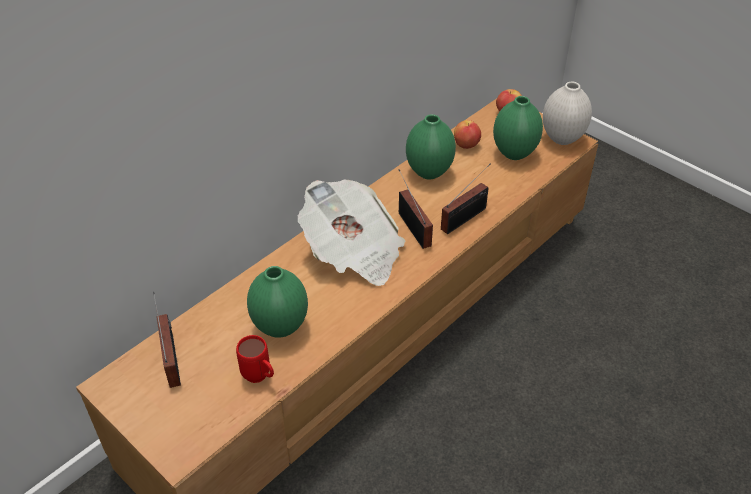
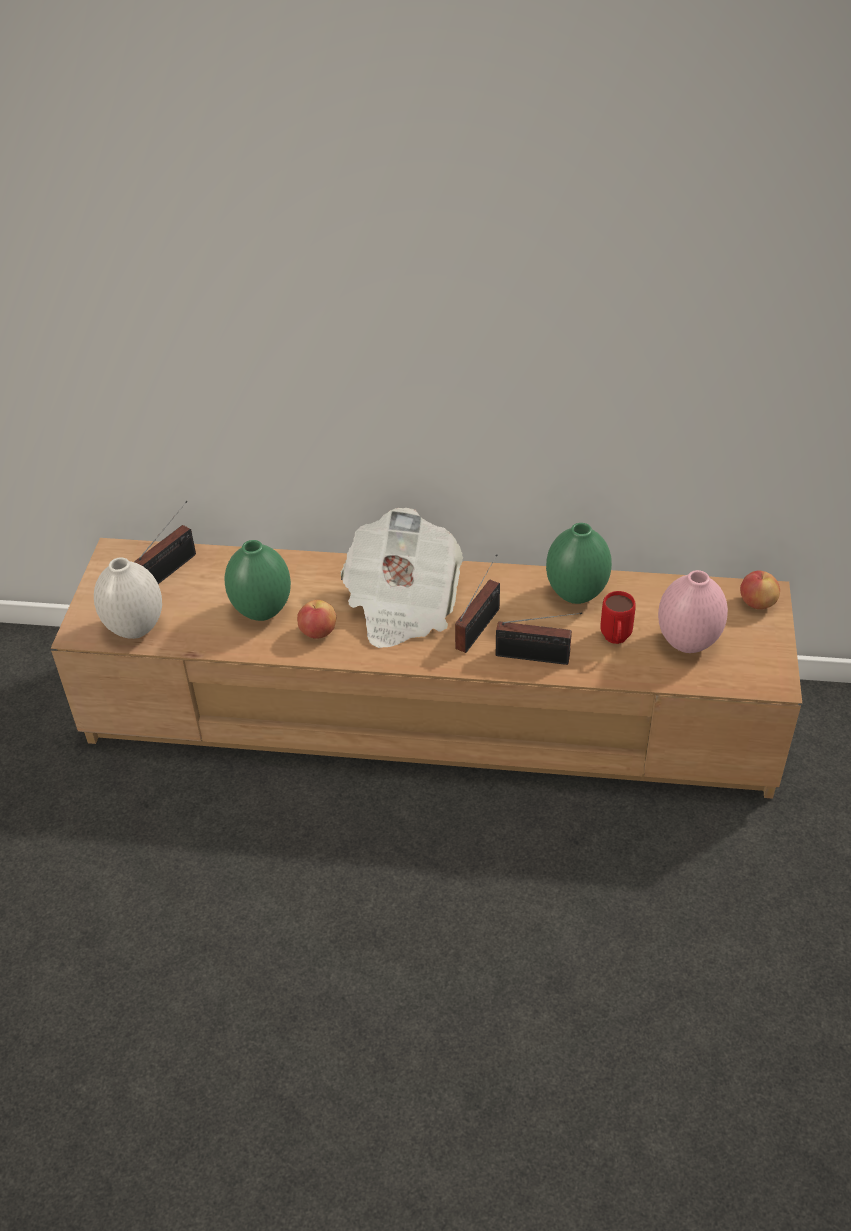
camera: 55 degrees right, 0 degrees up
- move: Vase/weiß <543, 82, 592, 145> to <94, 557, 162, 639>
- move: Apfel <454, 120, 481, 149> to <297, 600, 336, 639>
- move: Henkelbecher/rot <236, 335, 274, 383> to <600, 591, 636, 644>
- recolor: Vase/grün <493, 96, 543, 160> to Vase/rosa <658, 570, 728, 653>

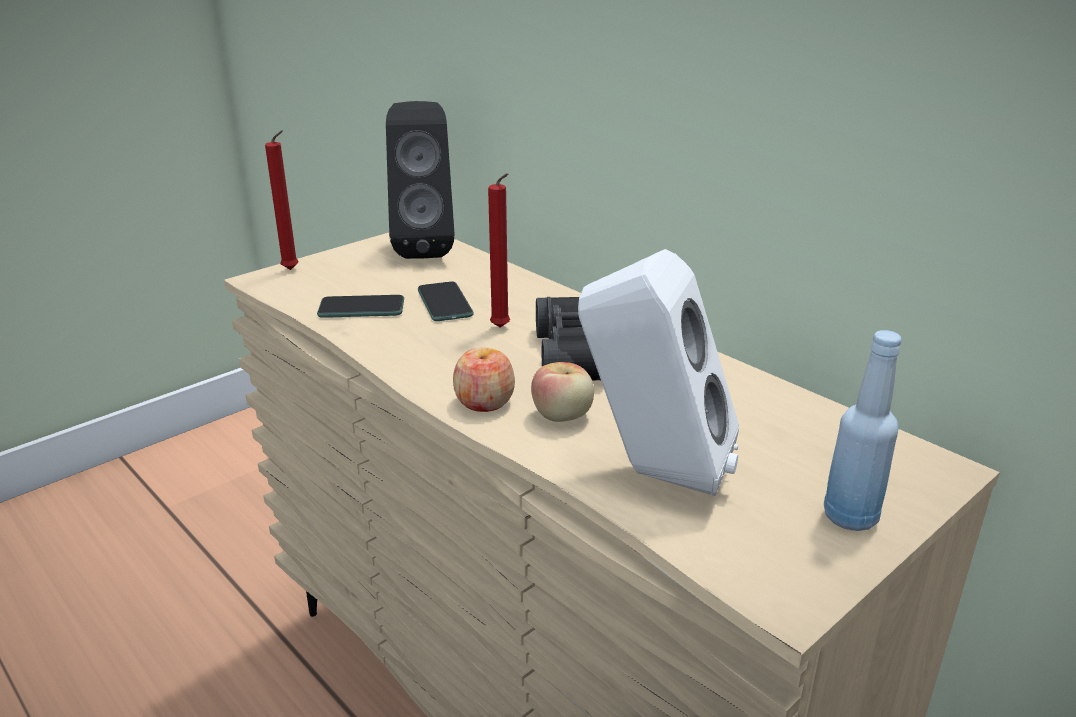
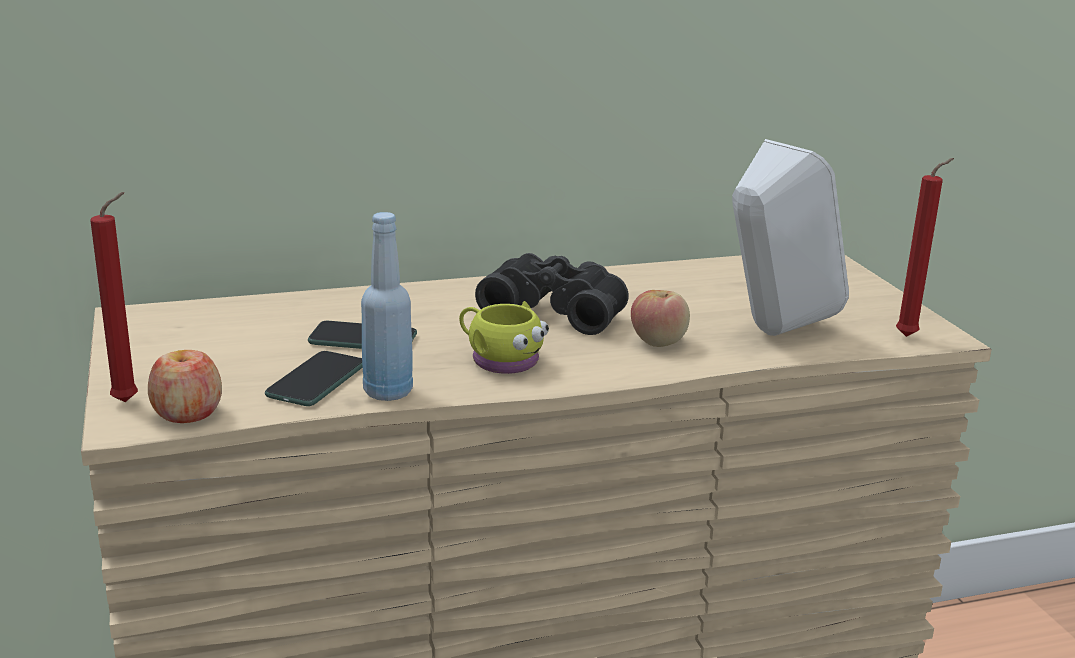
camera: 65 degrees left, 5 degrees down
- move: Apfel <453, 347, 515, 412> to <148, 350, 222, 423>
- move: Flasche/blau <824, 330, 902, 531> to <361, 212, 413, 401>
- insert: Henkelbecher/gelb <459, 301, 549, 374>
- move: Kerze/rot <488, 173, 510, 328> to <896, 158, 954, 337>
- delete: Lautsprecher/schwarz <386, 101, 455, 259>

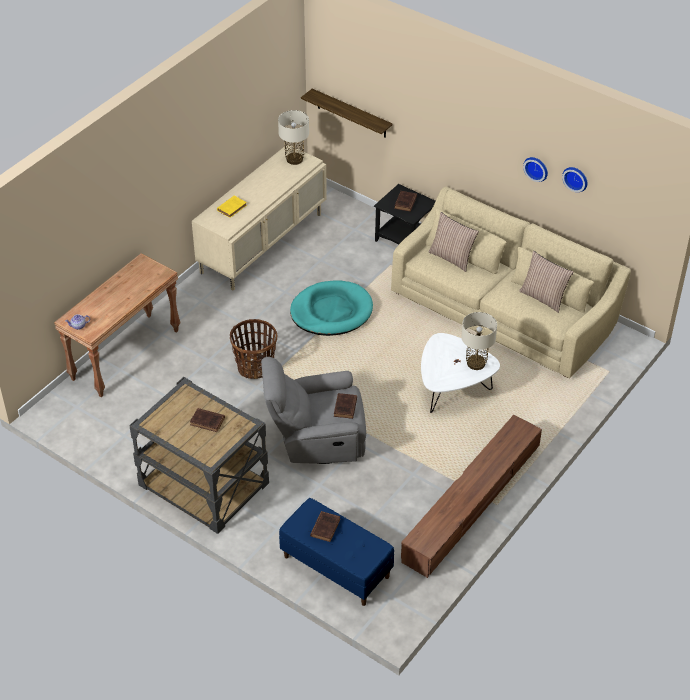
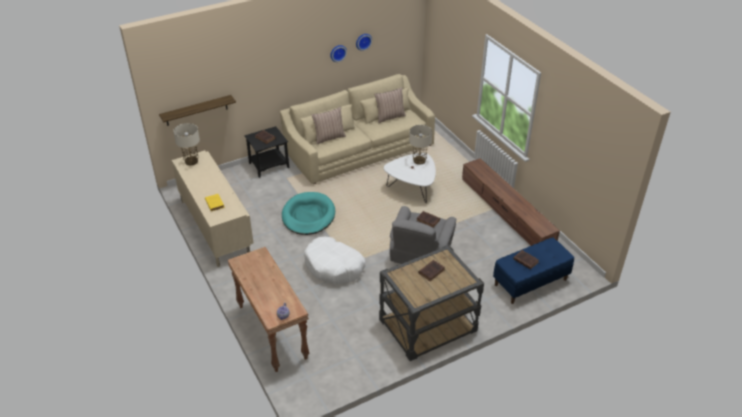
camera: 65 degrees left, 5 degrees down
- replace: Korb <230, 319, 277, 379> to Hundebett/weiß <304, 237, 366, 285>

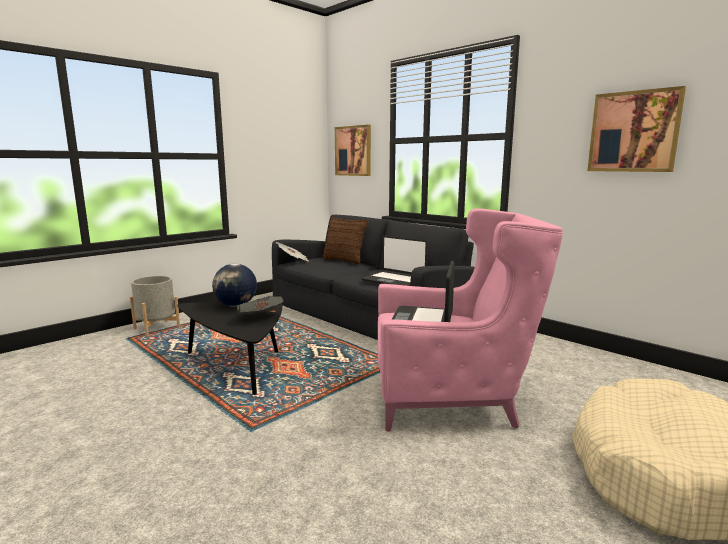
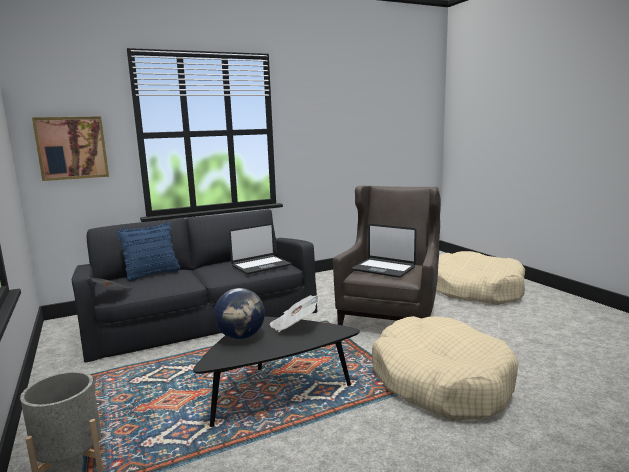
camera: 70 degrees left, 0 degrees up
- recolor: Kissen/braun <323, 217, 368, 264> to Kissen/blau <117, 222, 180, 281>
- recolor: Sessel/rosa <378, 208, 563, 432> to Sessel/grau <333, 186, 441, 325>
- insert: Hundebett/beige <372, 316, 519, 420>
- delete: Bild <587, 86, 686, 172>

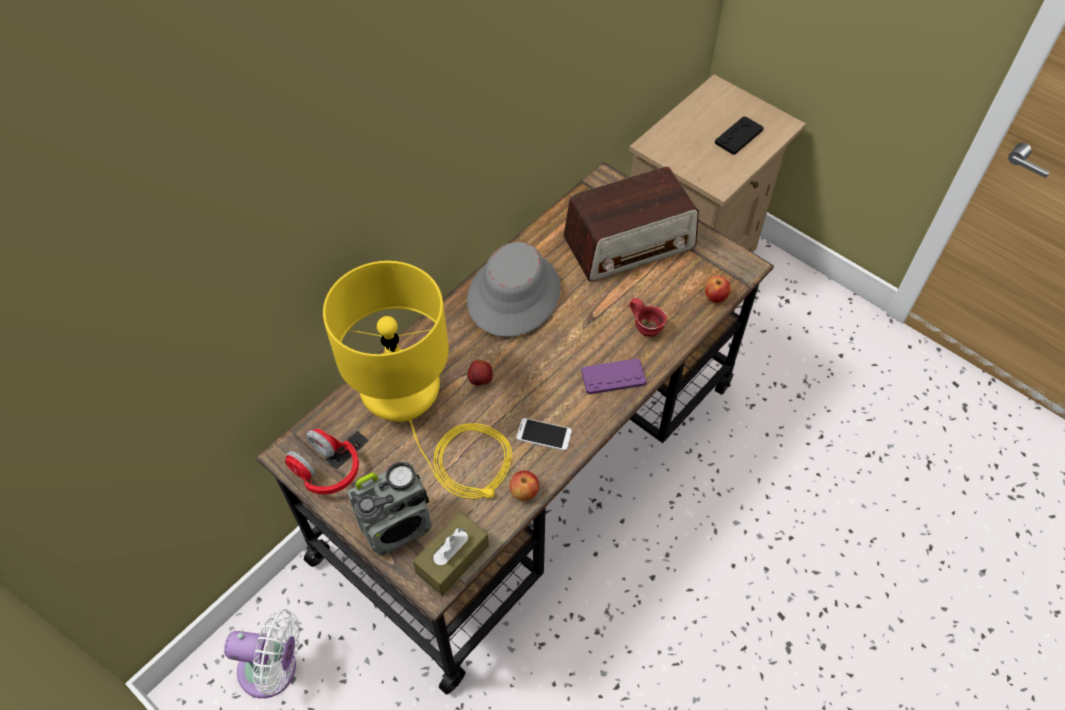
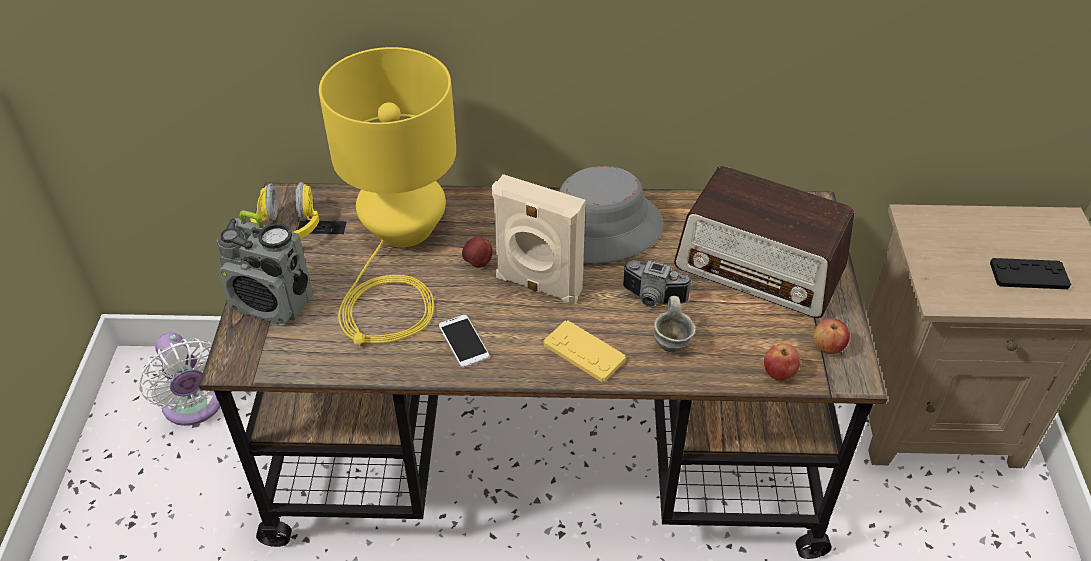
camera: 50 degrees right, 10 degrees down
- recolor: Kopfhörer/rot <285, 429, 359, 494> to Kopfhörer/gelb <251, 182, 319, 239>
- insert: Lautsprecher/beige <492, 174, 586, 304>
- recolor: Gamepad/lila <581, 358, 646, 394> to Gamepad/gelb <544, 320, 626, 382>
- insert: Kamera <623, 260, 692, 307>
- recolor: Henkelbecher/rot <630, 298, 667, 337> to Henkelbecher/grau <654, 296, 695, 352>
- move: Apfel <509, 470, 539, 500> to <813, 318, 850, 354>
- delete: Taschentuchbox/braun <413, 512, 489, 595>

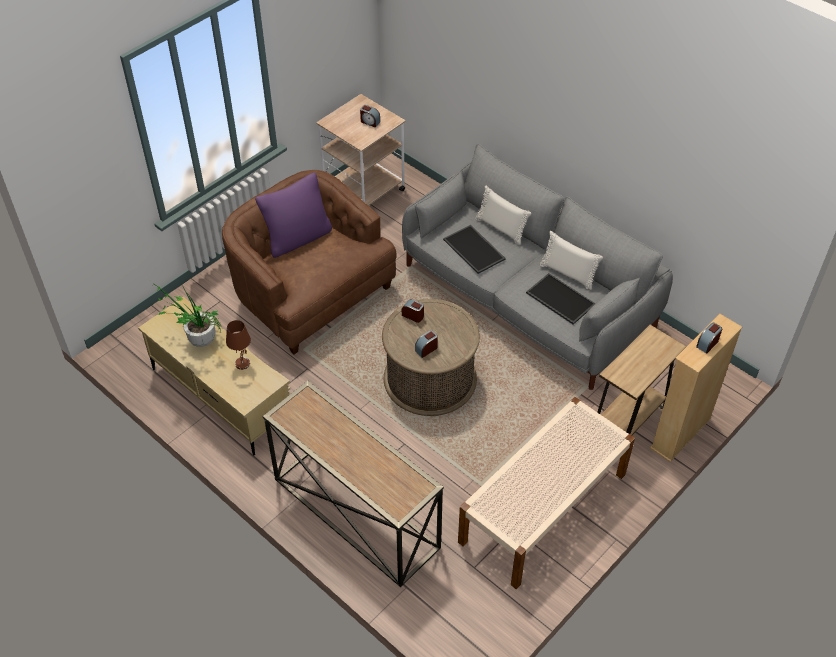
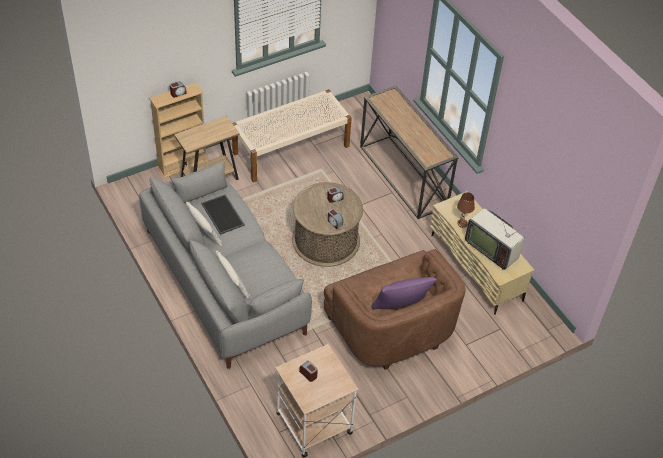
camera: 165 degrees left, 0 degrees up
- replace: Topfpflanze <151, 281, 222, 347> to Fernseher <465, 209, 525, 270>
- delete: Tablett <443, 225, 506, 274>

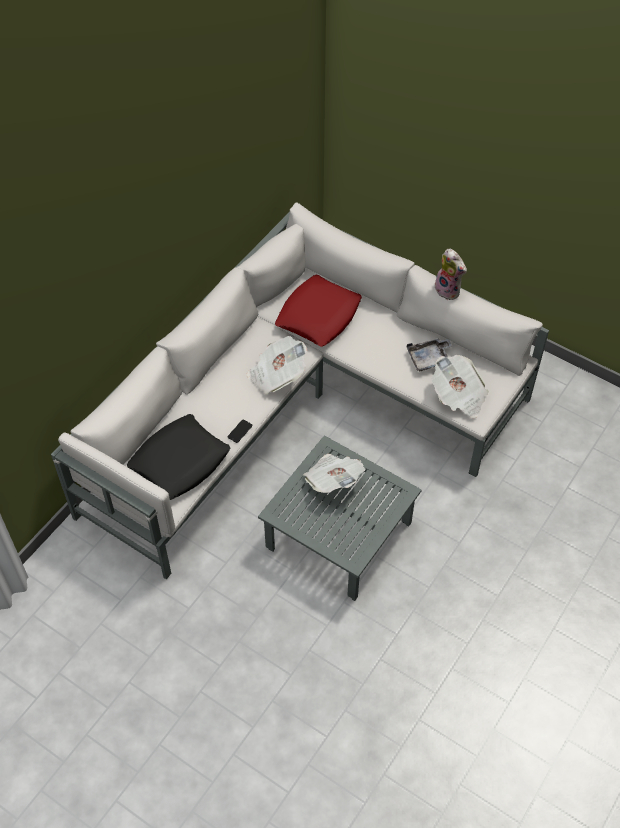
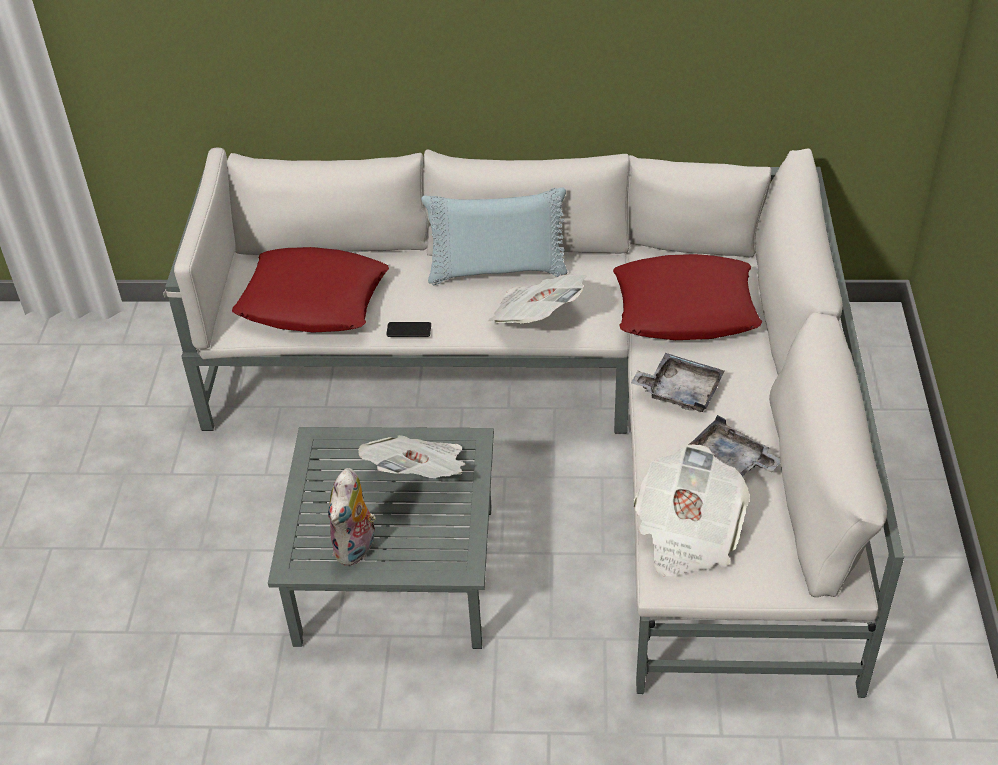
camera: 60 degrees right, 10 degrees down
- recolor: Kissen/schwarz <127, 414, 230, 500> to Kissen/rot <232, 247, 389, 333>
- move: Plüschtier <435, 249, 467, 300> to <328, 468, 377, 566>
- insert: Kissen/blau <421, 187, 567, 286>
- insert: Tablett/grau <631, 353, 724, 412>

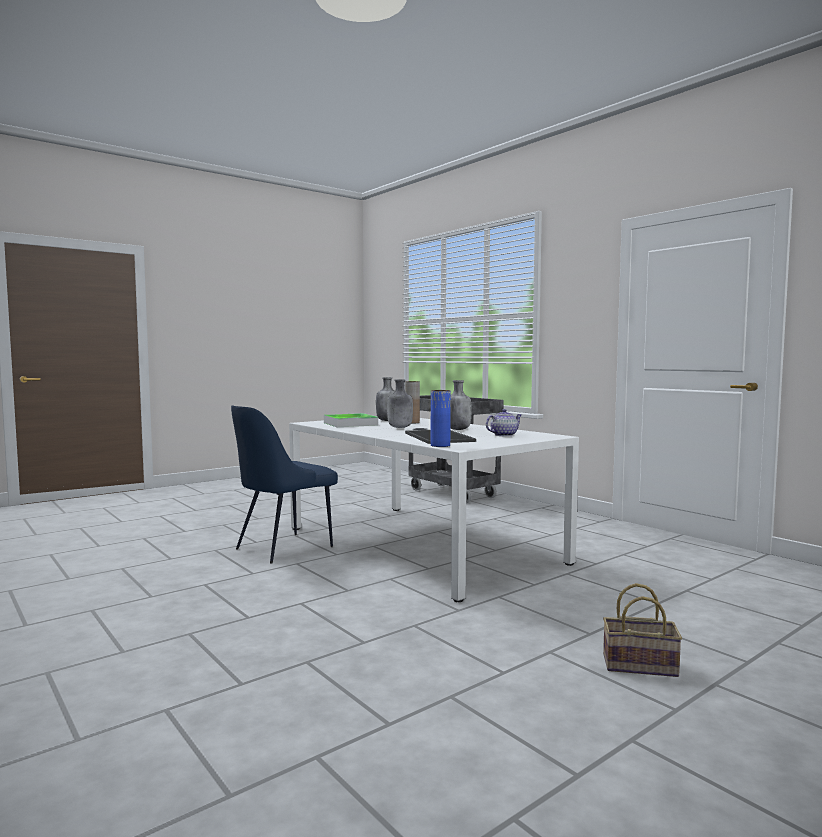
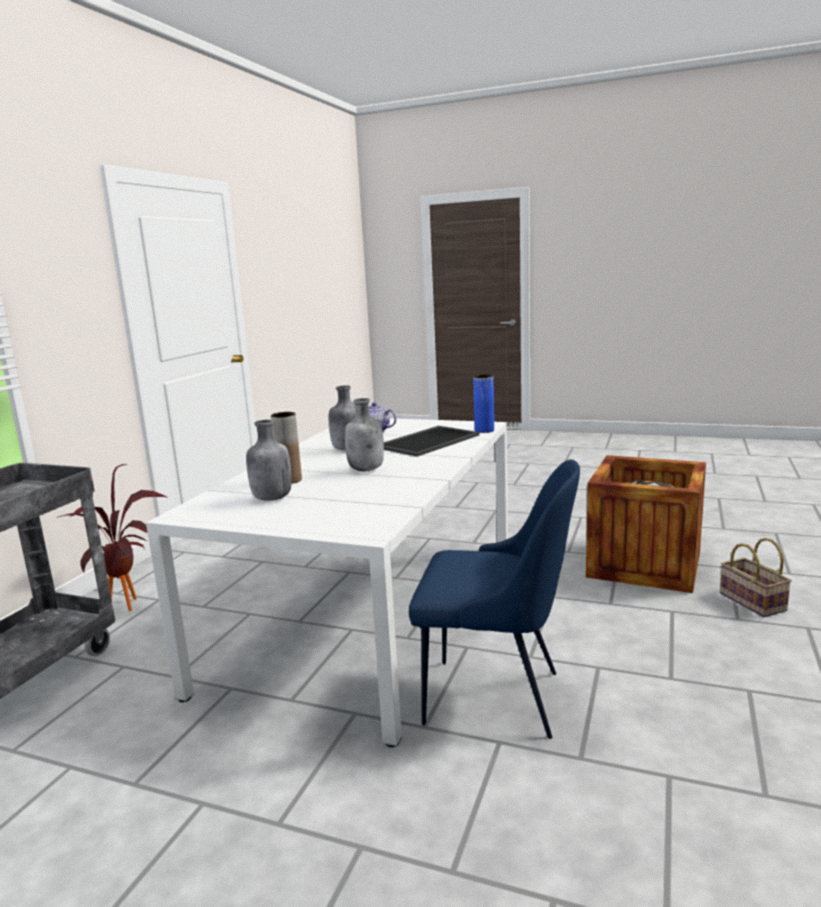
camera: 120 degrees left, 10 degrees up
- insert: Topfpflanze <56, 464, 168, 611>
- insert: Kiste <586, 455, 706, 593>
- move: Korb <603, 583, 682, 677> to <720, 538, 792, 617>
- delete: Tablett <324, 413, 378, 427>

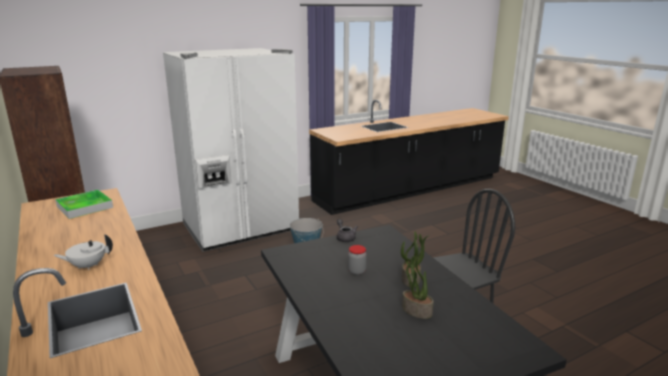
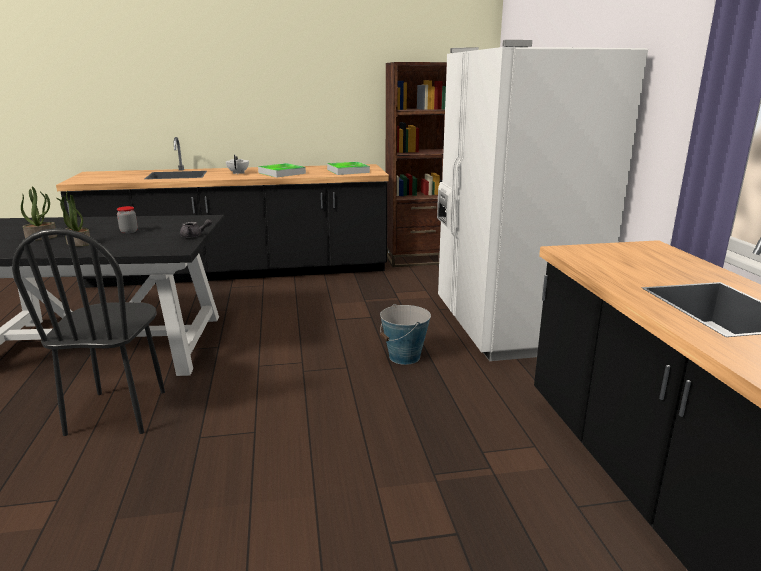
camera: 110 degrees right, 0 degrees up
- insert: Tablett <258, 163, 306, 178>

